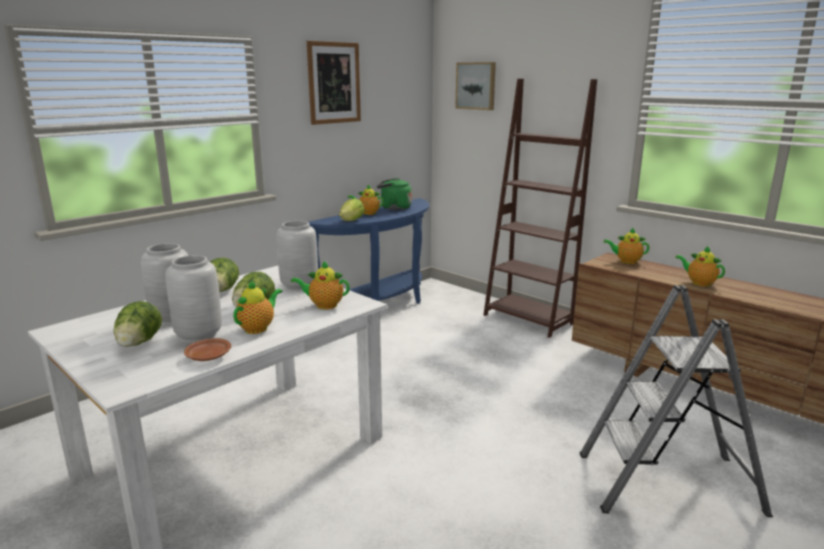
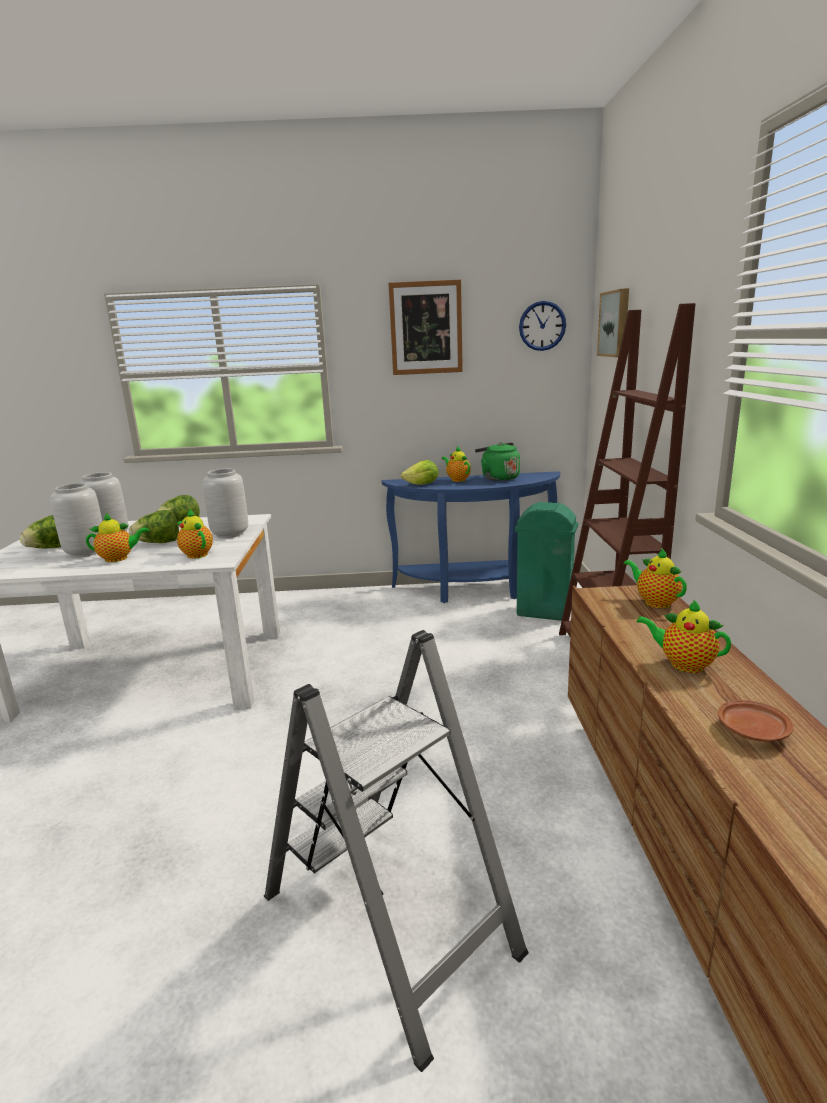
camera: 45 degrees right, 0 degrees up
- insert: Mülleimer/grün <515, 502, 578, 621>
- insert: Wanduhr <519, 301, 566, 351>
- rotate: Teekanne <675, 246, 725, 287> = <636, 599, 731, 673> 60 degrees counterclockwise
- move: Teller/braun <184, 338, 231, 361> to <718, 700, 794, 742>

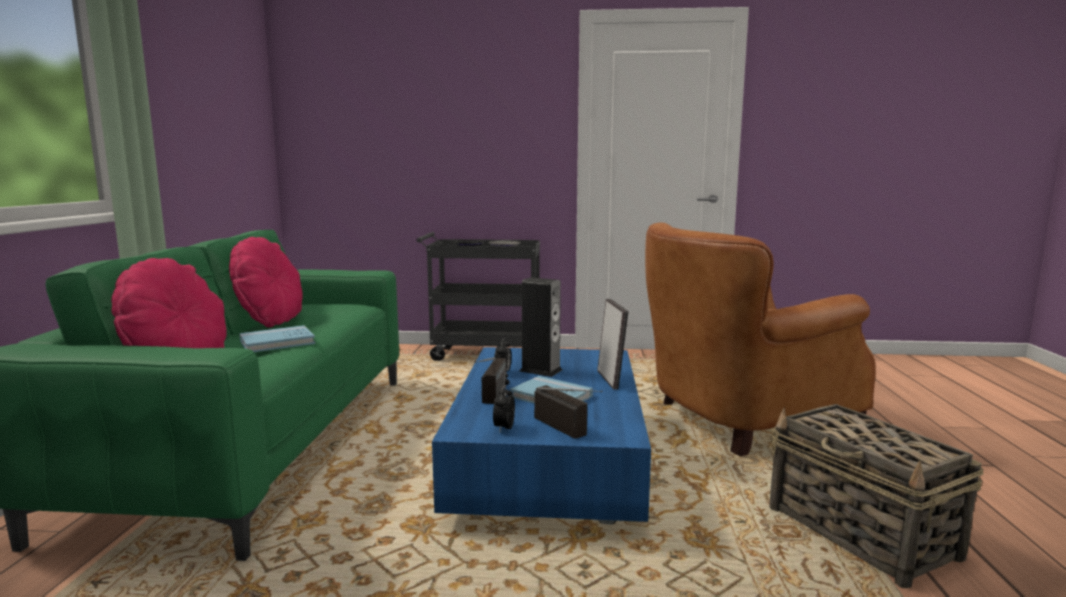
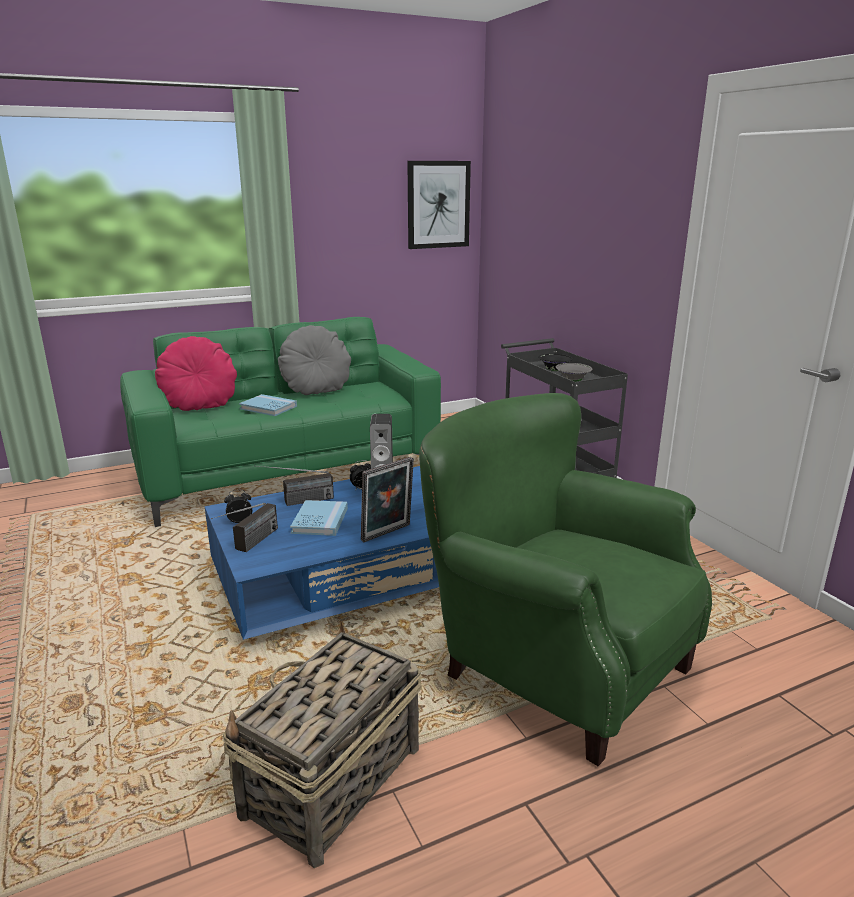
camera: 60 degrees right, 10 degrees up
- recolor: Kissen/rosa <229, 237, 303, 327> to Kissen/grau <278, 325, 351, 395>
- insert: Bild <407, 161, 471, 249>
- recolor: Sessel/braun <645, 223, 876, 456> to Sessel/grün <419, 393, 712, 766>

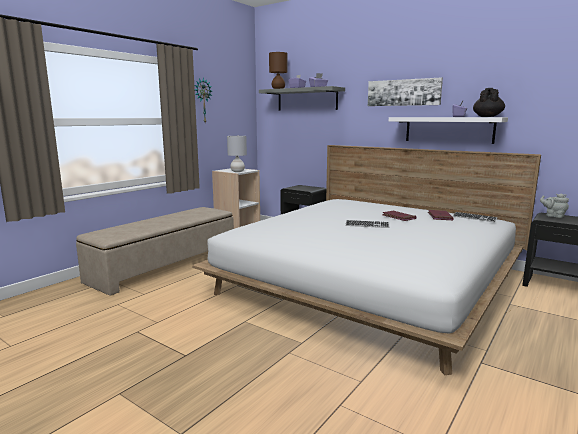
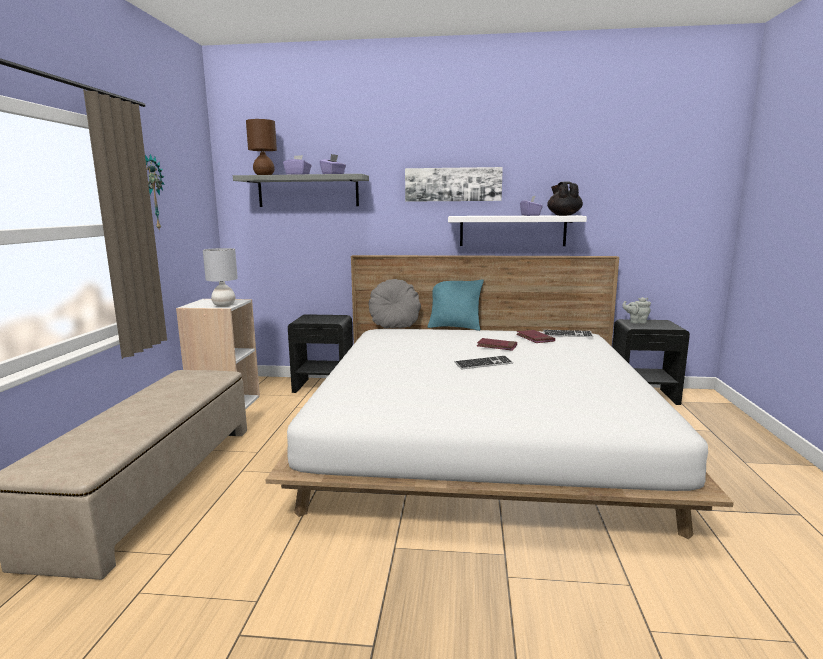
camera: 30 degrees left, 0 degrees up
- insert: Kissen/grau <369, 279, 421, 328>
- insert: Kissen/türkis <428, 279, 484, 331>

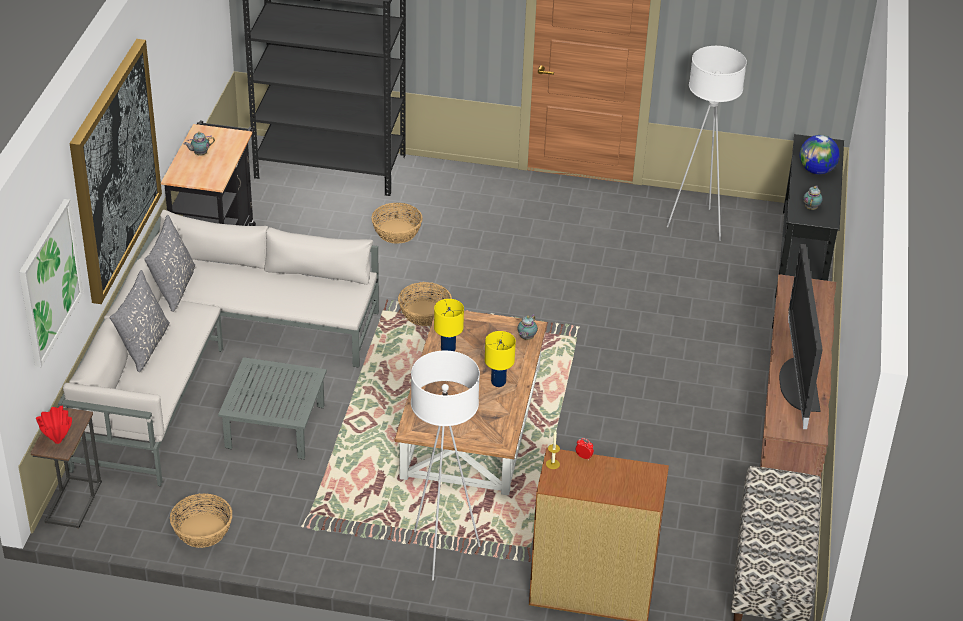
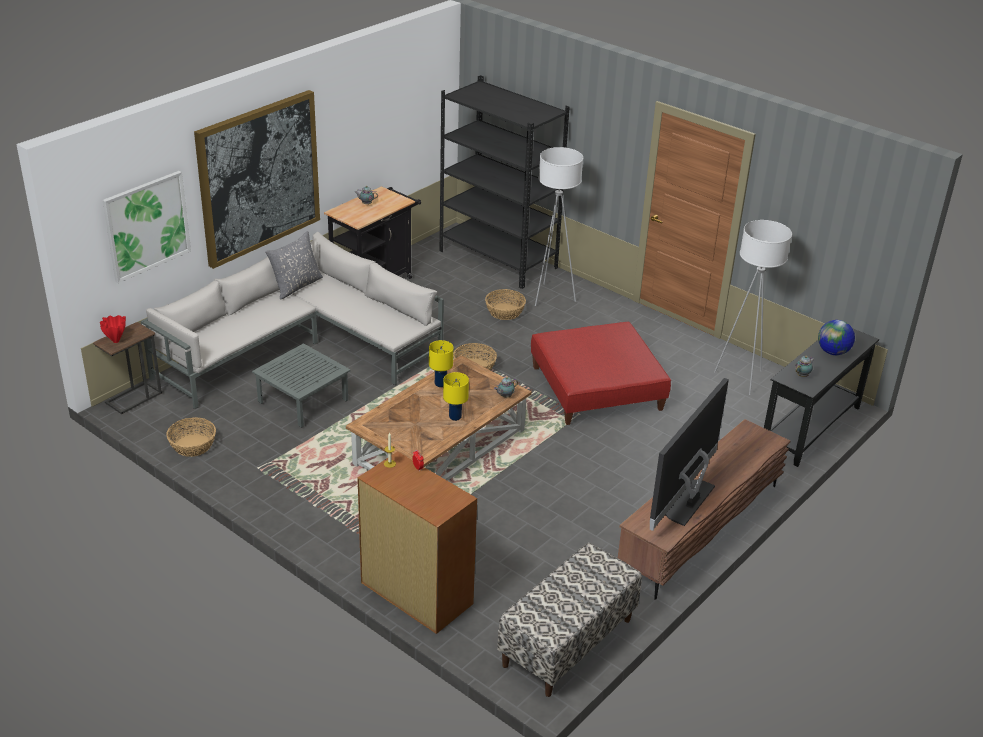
camera: 30 degrees right, 5 degrees down
- insert: Polsterhocker/rot <531, 322, 671, 425>
- move: Stehlampe/weiß <411, 351, 480, 580> to <535, 147, 583, 306>
- delete: Kissen/grau <110, 270, 170, 372>

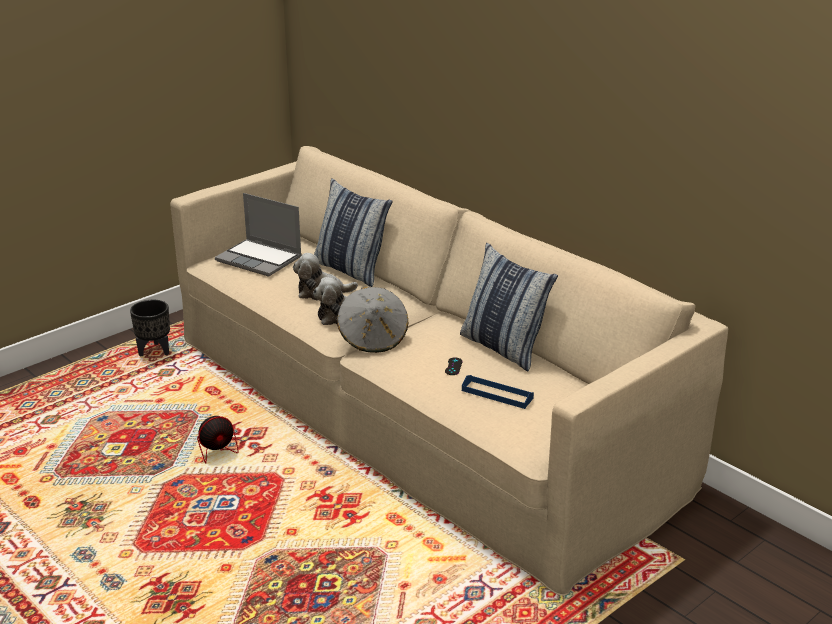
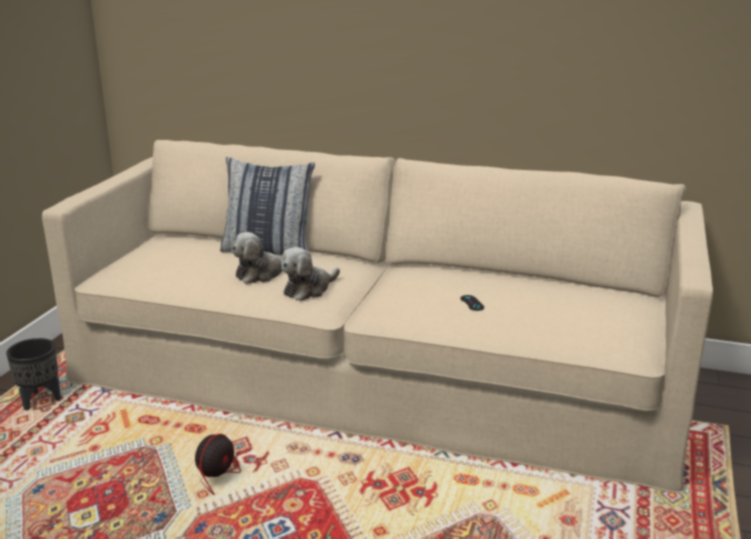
camera: 30 degrees left, 5 degrees down
- delete: Laptop <215, 193, 302, 277>
- delete: Hut/grau <337, 287, 408, 353>
- delete: Kissen <460, 243, 558, 371>
- delete: Tablett/blau <462, 375, 534, 409>

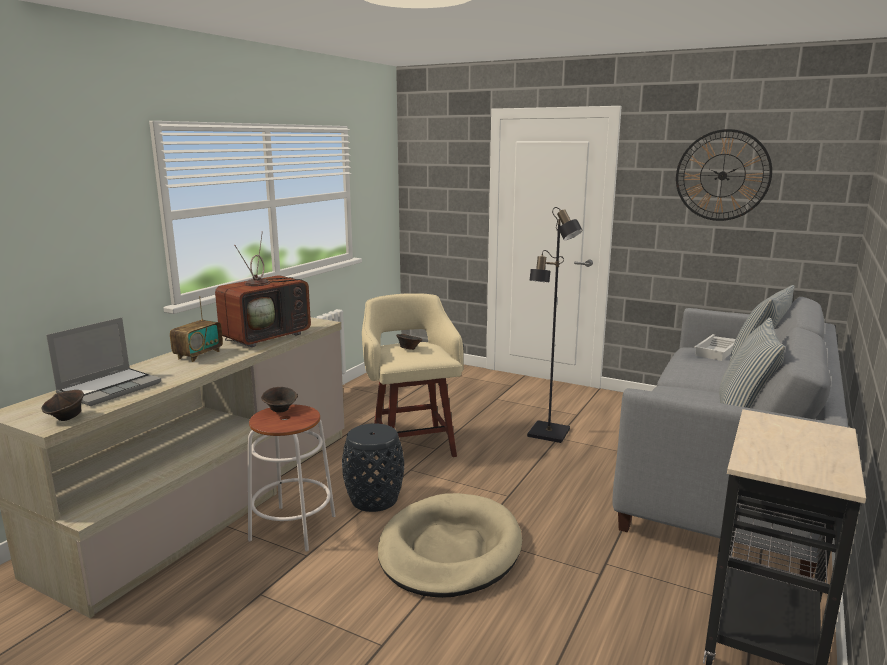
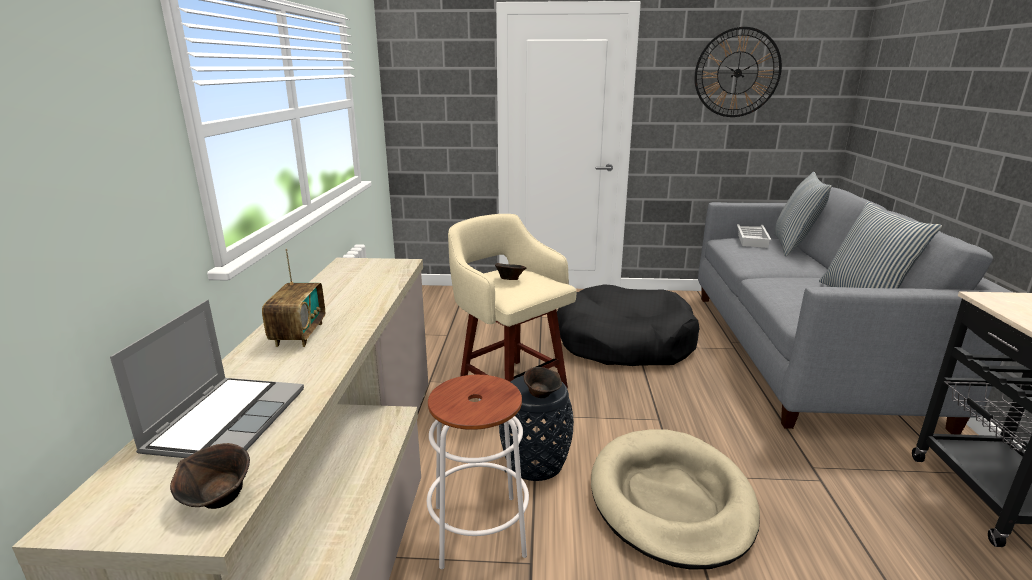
camera: 25 degrees left, 5 degrees up
- move: Schüssel/braun <261, 387, 298, 413> to <524, 367, 562, 398>
- replace: Stehlampe/schwarz <527, 207, 583, 443> to Hundebett/schwarz <557, 284, 700, 366>
- delete: Fernseher <215, 231, 311, 347>

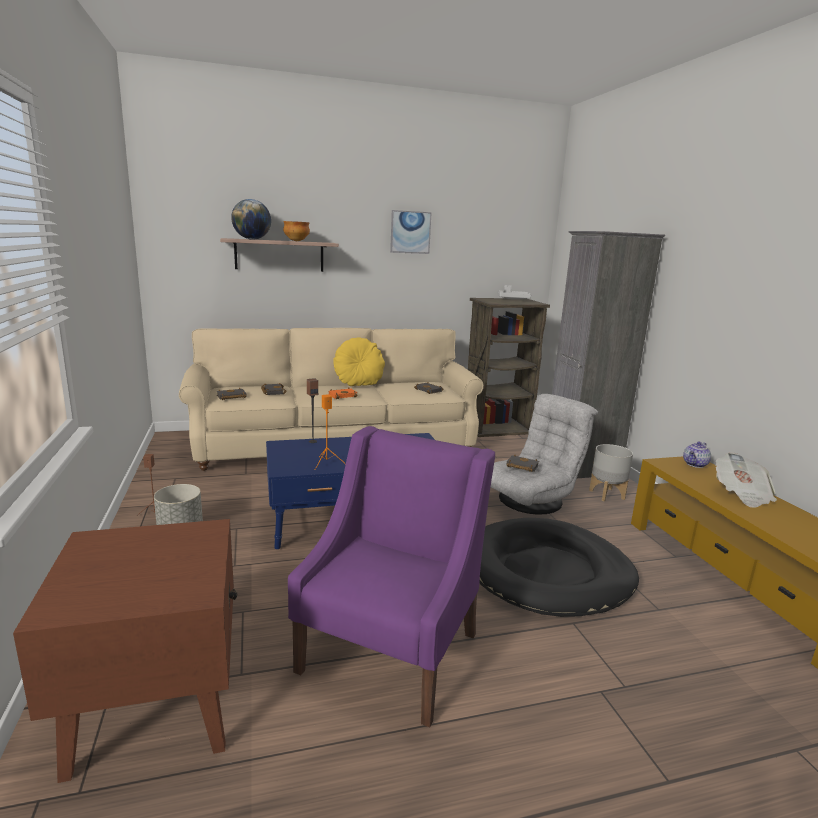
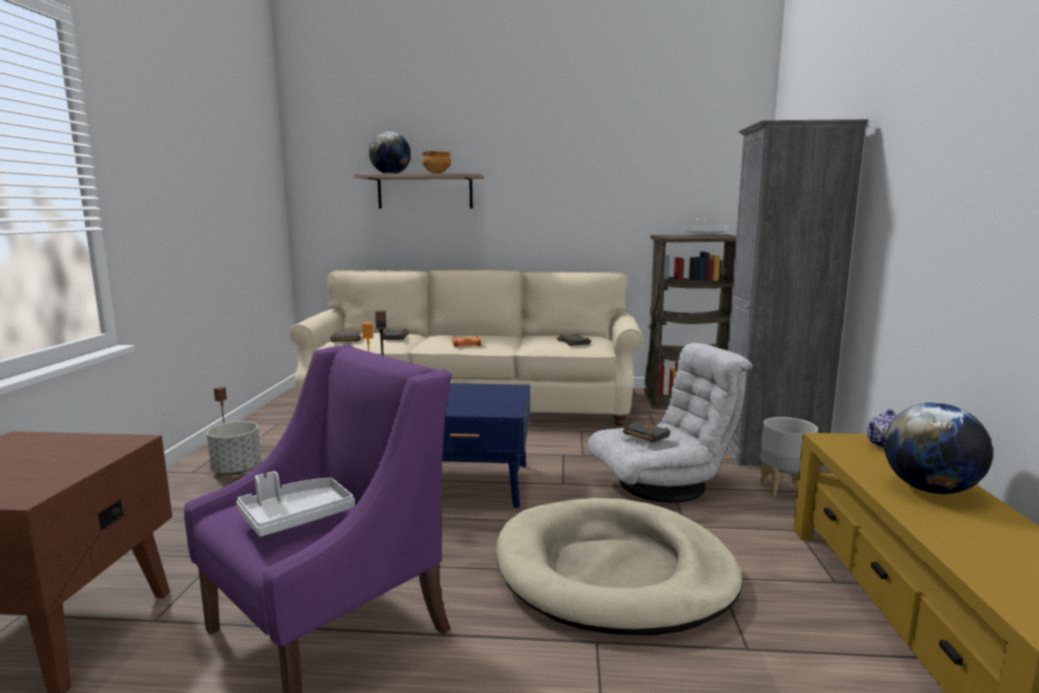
camera: 20 degrees right, 5 degrees down
- insert: Tablett/grau <236, 471, 355, 537>
- recolor: Hundebett/schwarz <479, 518, 639, 617> to Hundebett/beige <496, 498, 742, 635>
- replace: Zeitung <716, 452, 777, 508> to Globus <884, 402, 993, 494>
- delete: Kissen/gelb <333, 337, 385, 386>
- delete: Bild <390, 210, 432, 254>

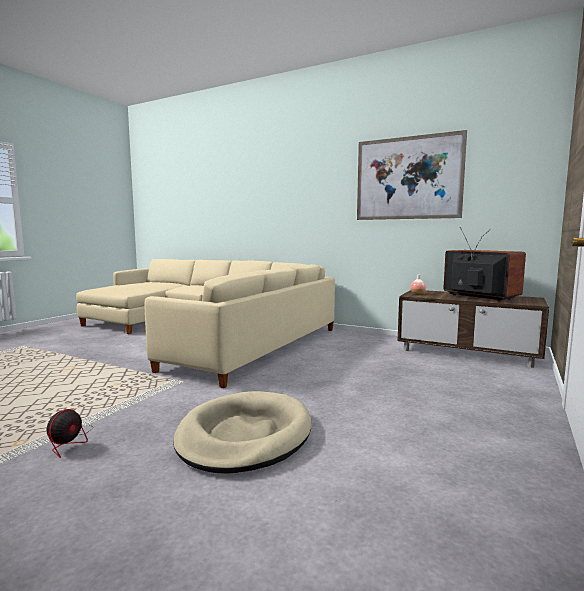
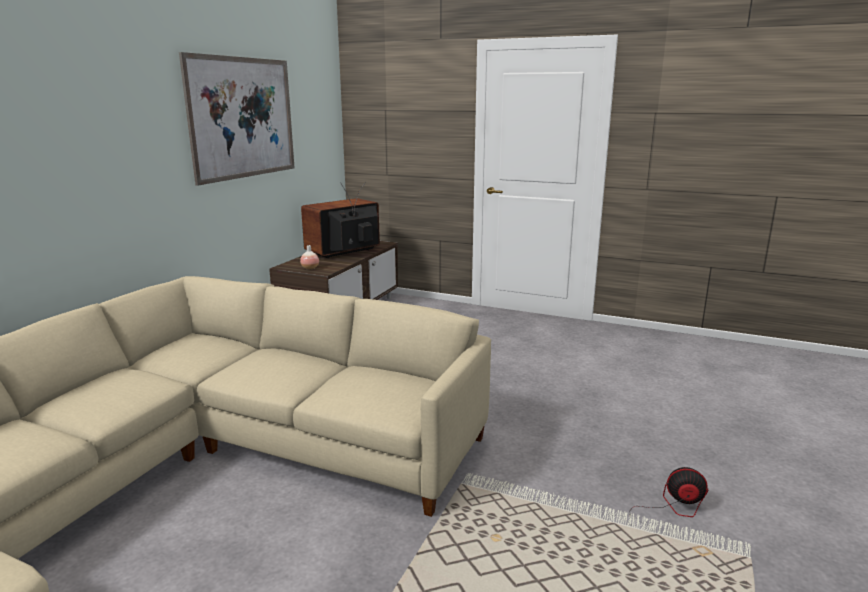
camera: 95 degrees left, 10 degrees up
- delete: Hundebett/beige <173, 391, 312, 474>

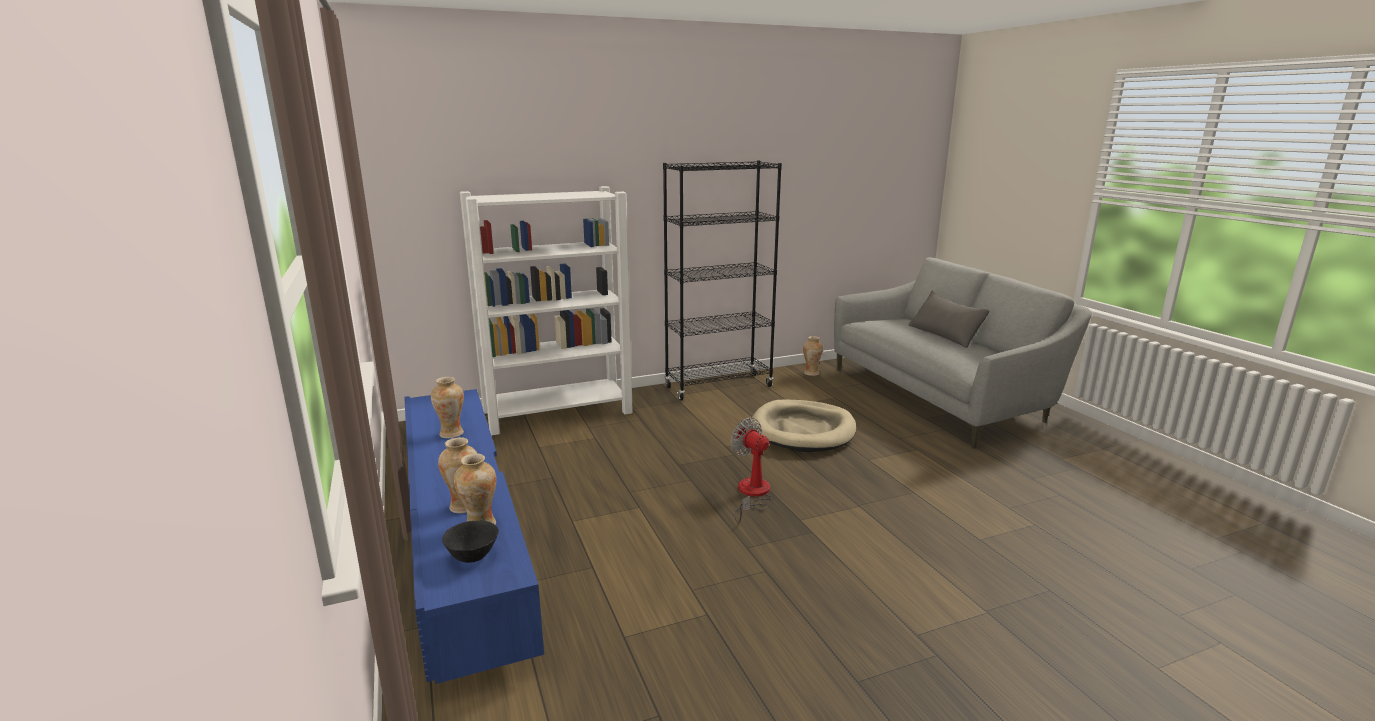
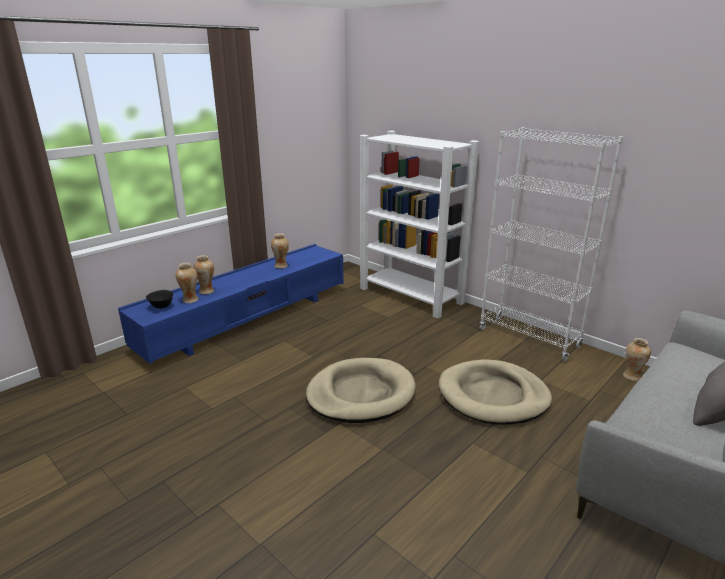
camera: 65 degrees right, 5 degrees up
- replace: Ventilator <731, 418, 771, 523> to Hundebett/beige <306, 358, 416, 423>
- recolor: Bücherregal/schwarz <663, 160, 782, 401> to Bücherregal/weiß <479, 127, 623, 361>

